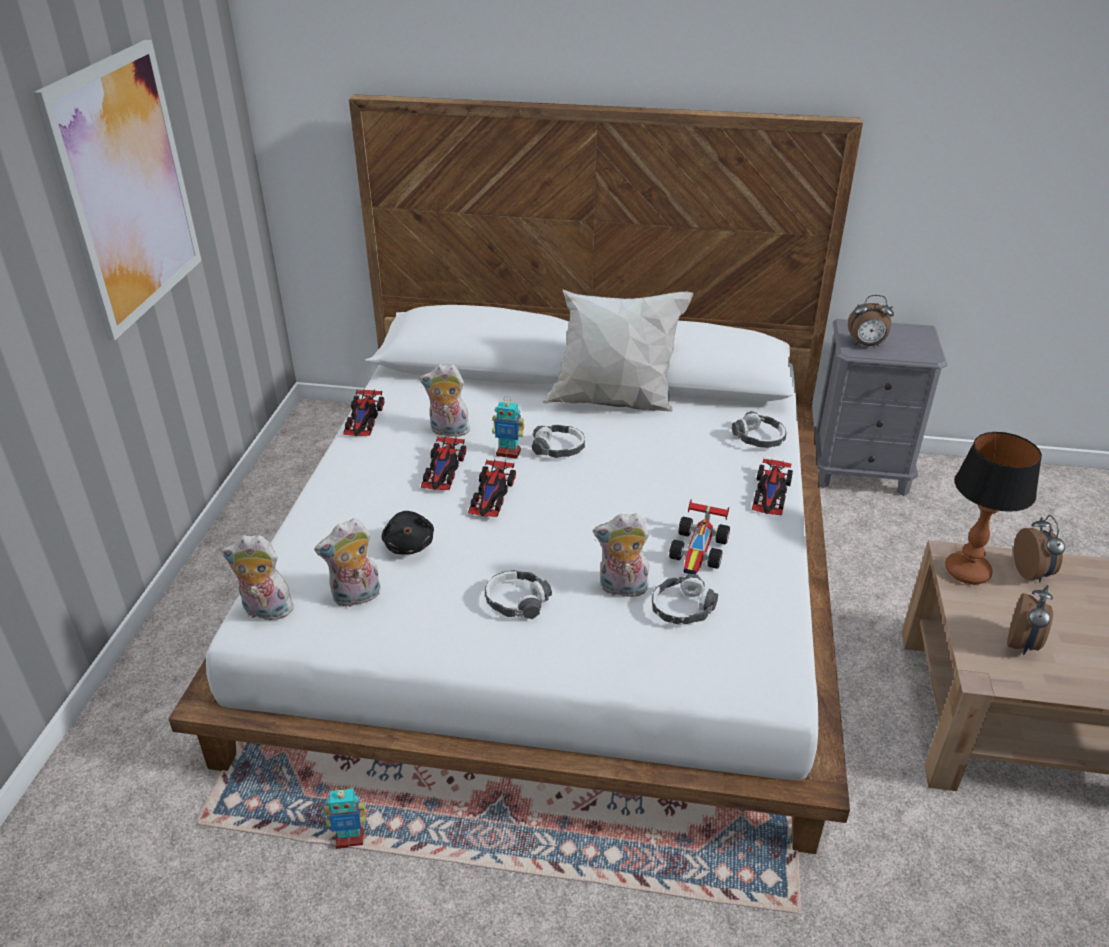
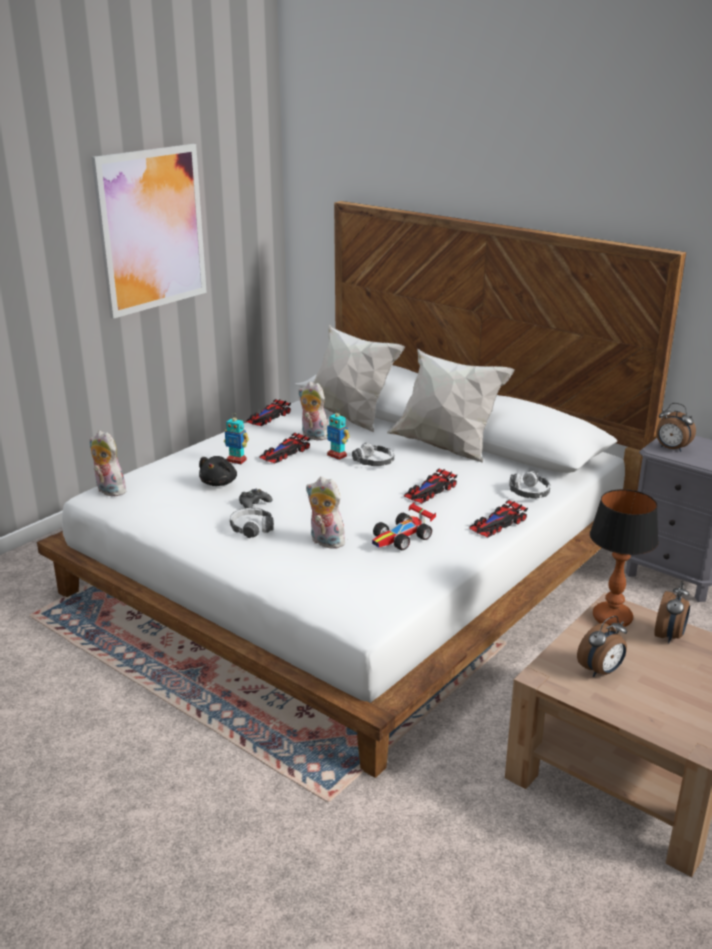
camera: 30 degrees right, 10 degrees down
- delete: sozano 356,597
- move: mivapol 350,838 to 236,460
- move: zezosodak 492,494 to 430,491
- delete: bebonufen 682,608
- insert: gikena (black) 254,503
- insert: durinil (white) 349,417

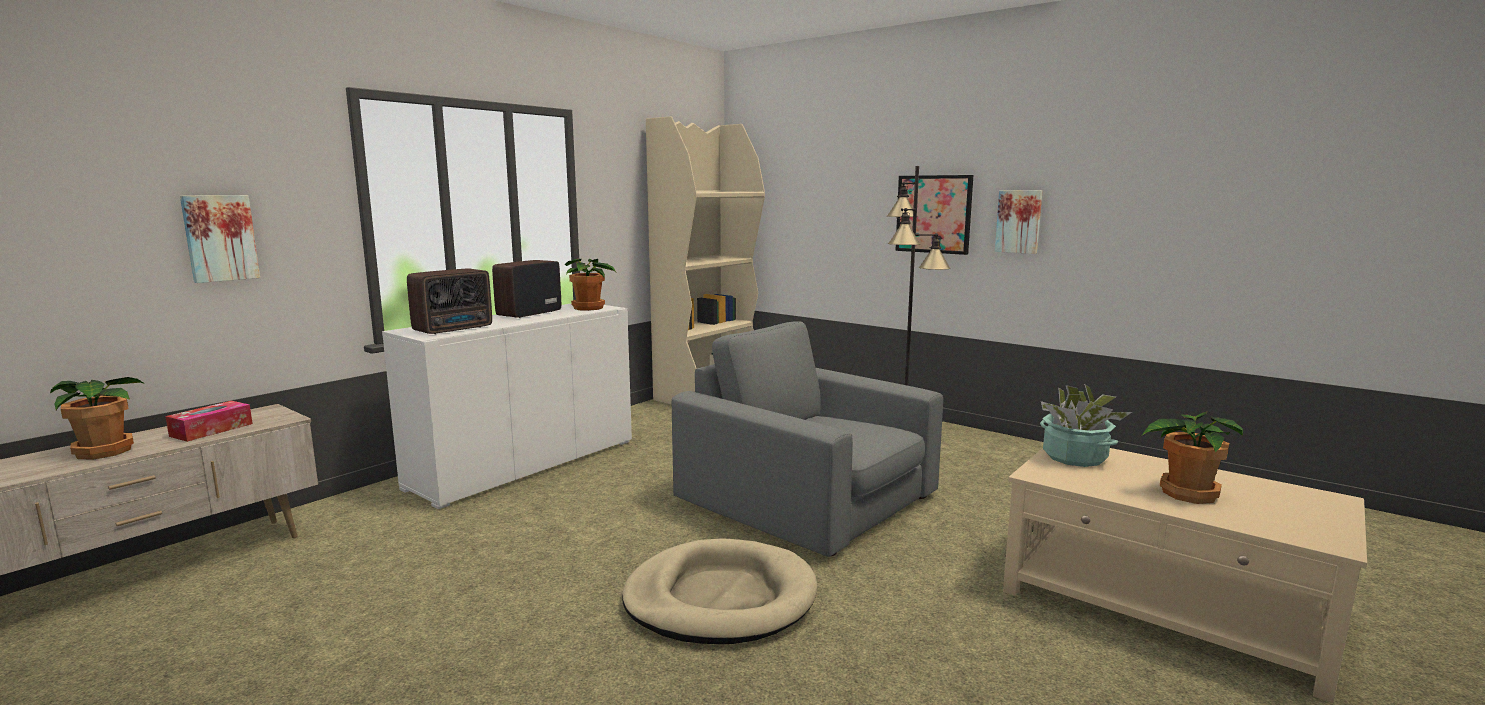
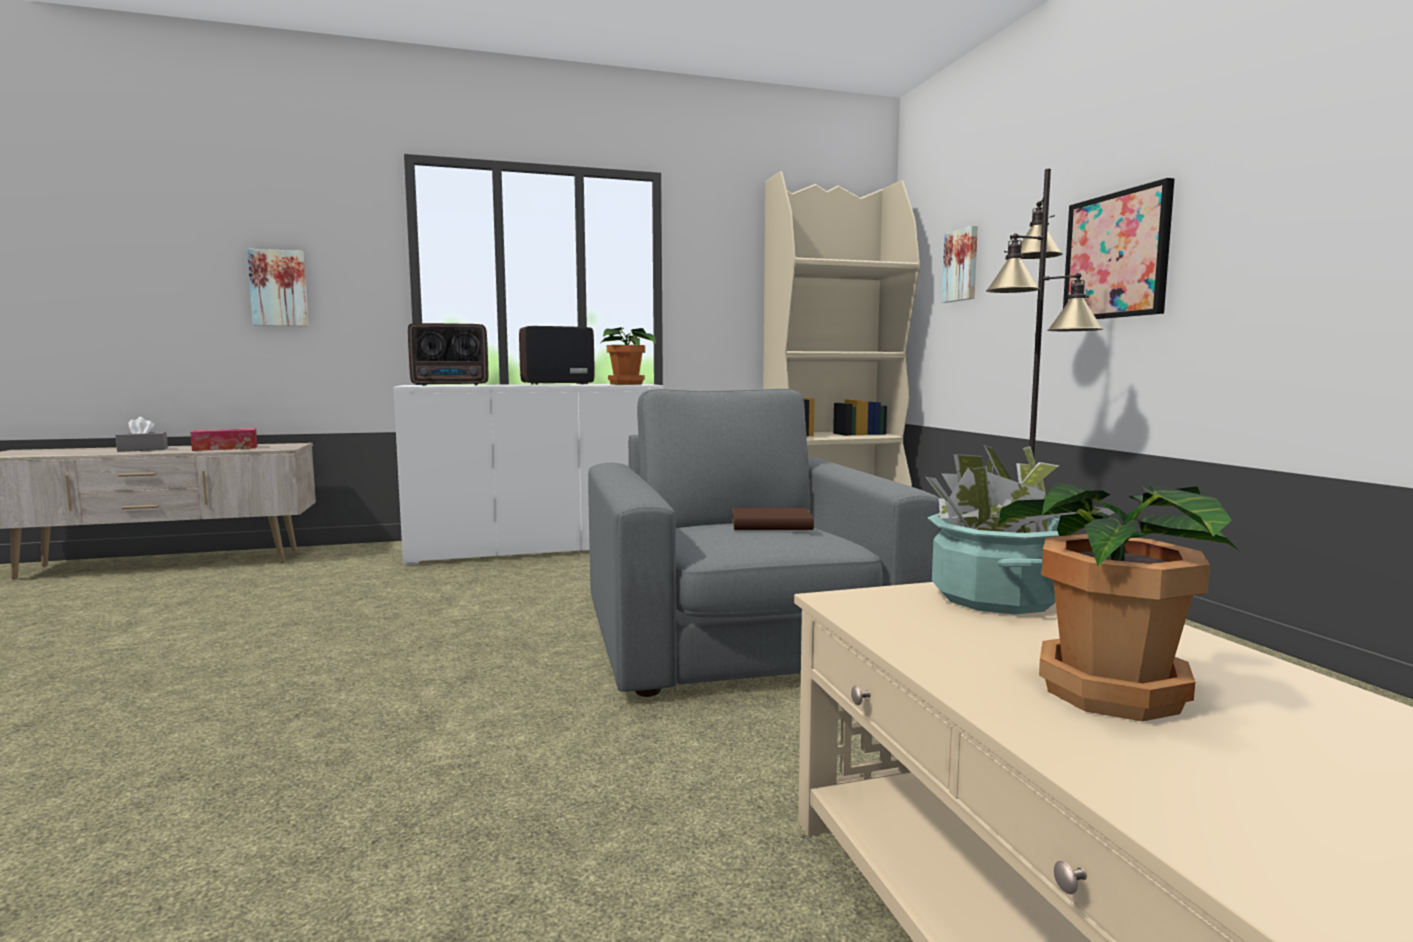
camera: 35 degrees right, 5 degrees down
- replace: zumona 105,451 to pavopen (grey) 143,450
- delete: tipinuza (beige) 720,598
- move: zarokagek 1019,221 to 962,265
- insert: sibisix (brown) 771,525

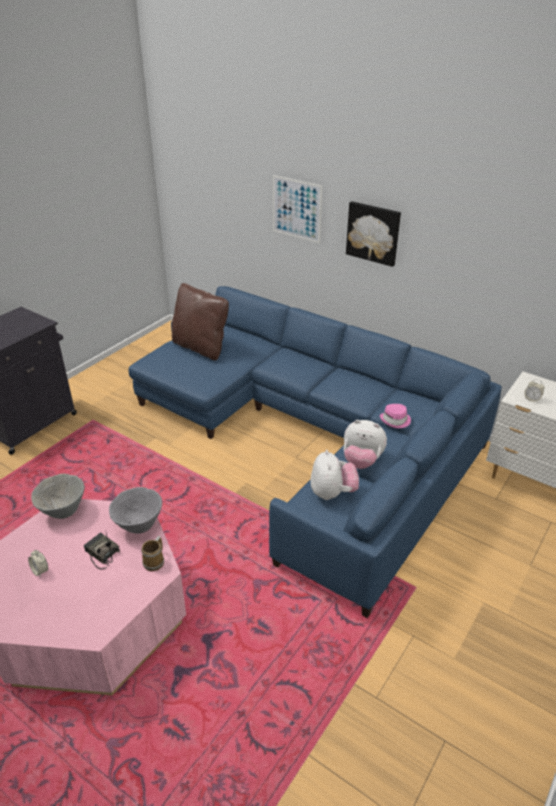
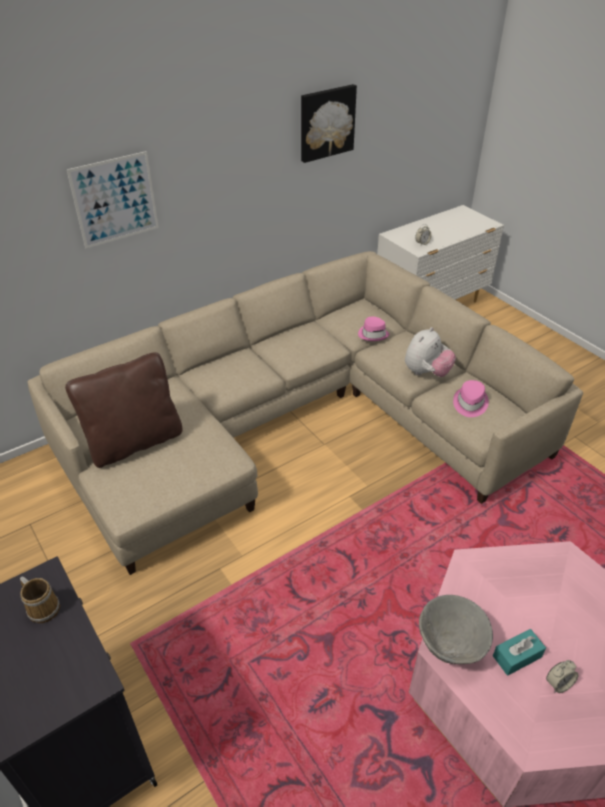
camera: 70 degrees left, 5 degrees up
- delete: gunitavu 101,554
- delete: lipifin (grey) 139,526
- recolor: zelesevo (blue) 312,437 to zelesevo (beige) 297,422
- move: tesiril 155,561 to 43,607
- replace: sozano 332,493 to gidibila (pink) 469,403
- move: zarokagek 373,233 to 326,122
- insert: pavopen (turquoise) 517,656

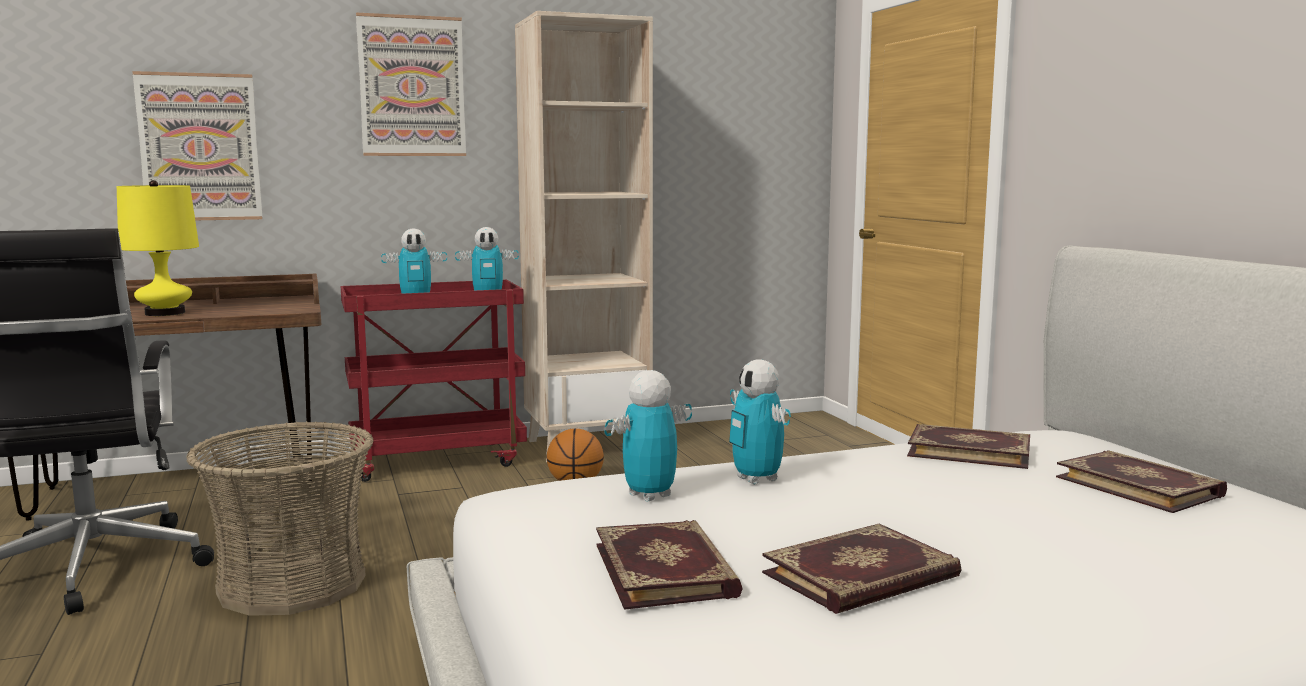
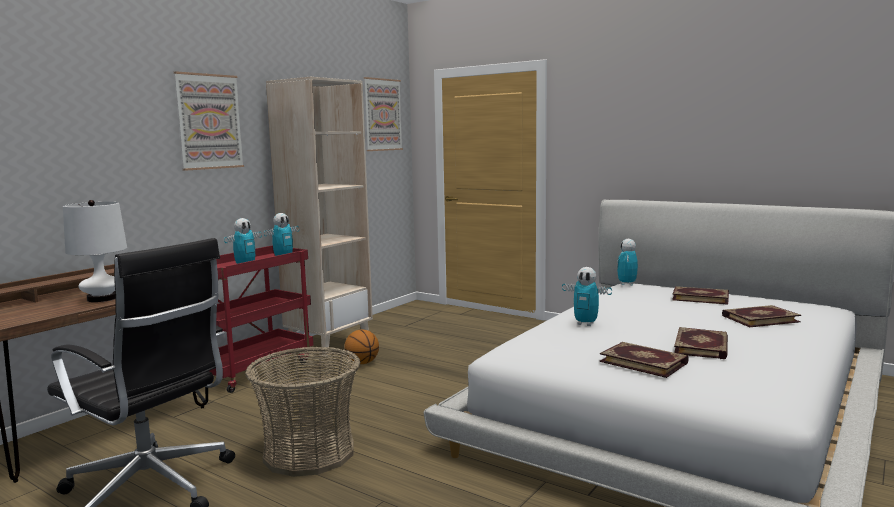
camera: 35 degrees left, 0 degrees up
- recolor: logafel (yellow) 165,313 to logafel (white) 102,298
- move: zarokagek 199,147 to 382,115
- move: mivapol 649,495 to 627,284
- move: sibisix 969,450 to 759,318

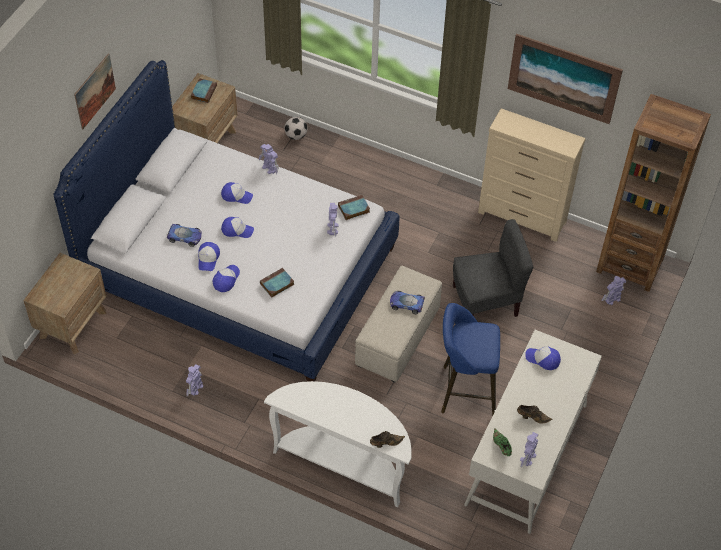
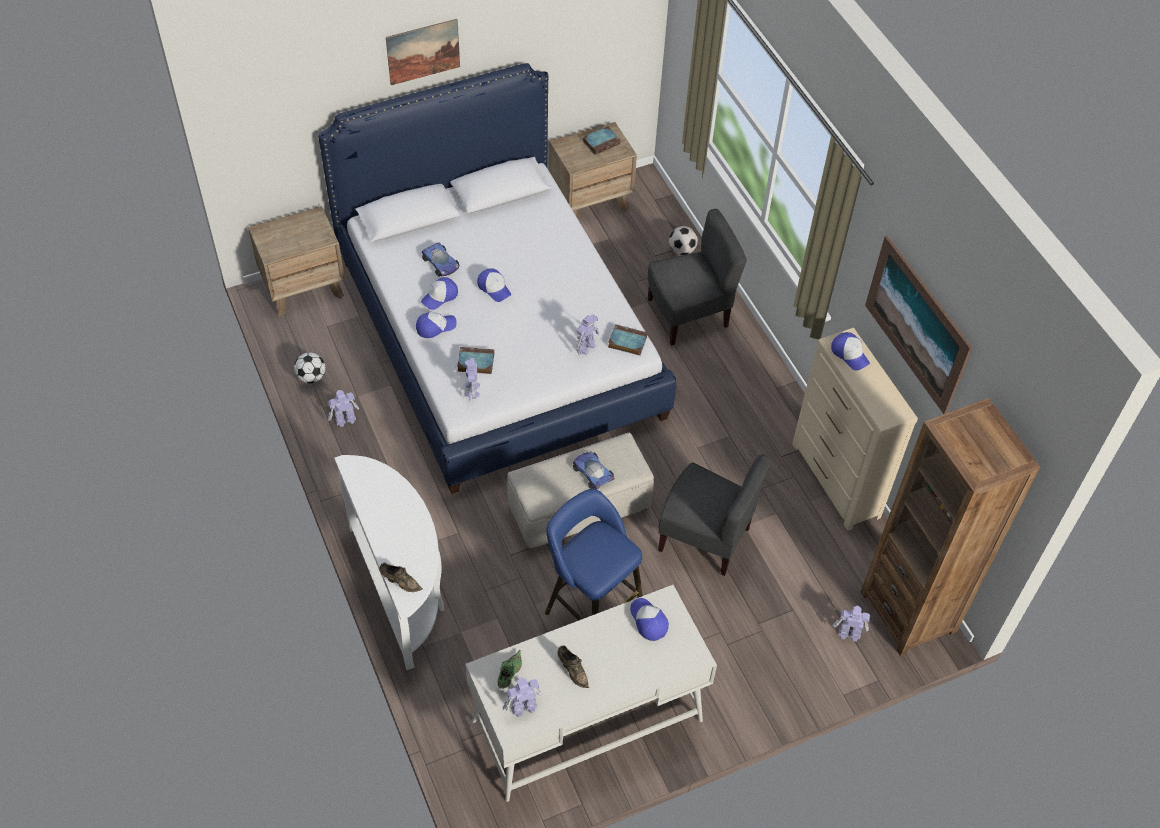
camera: 40 degrees right, 0 degrees up
- move: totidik 236,195 to 849,354
- move: mivapol 269,168 to 472,390
- insert: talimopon 311,377
- insert: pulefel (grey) 688,314

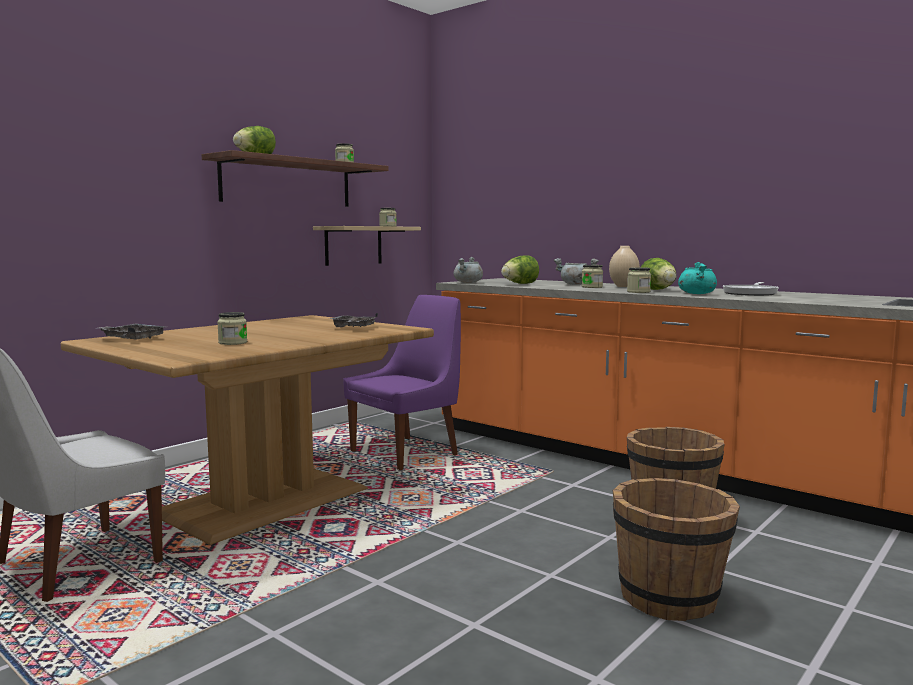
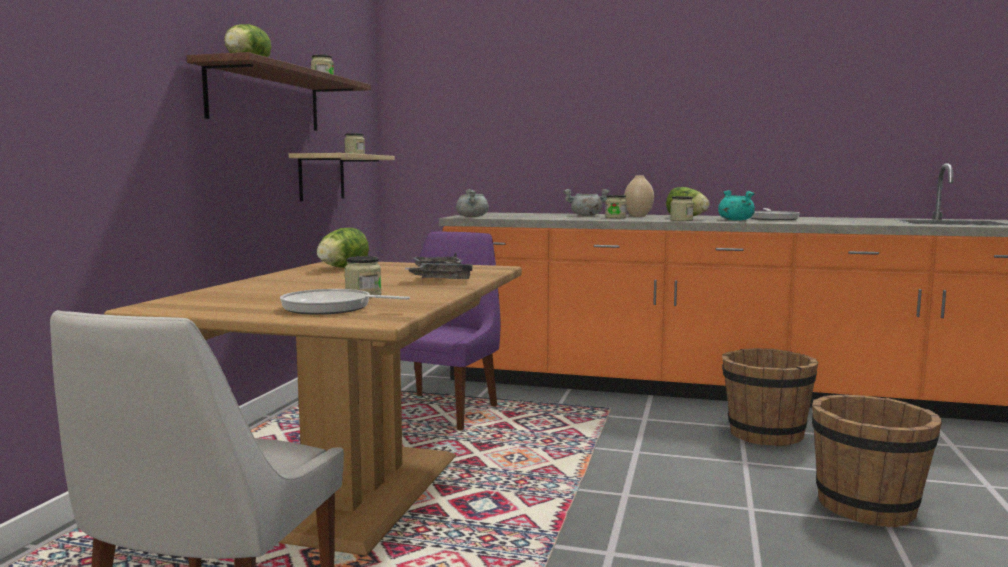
camera: 25 degrees left, 0 degrees up
- move: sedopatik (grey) 132,339 to 442,280
- move: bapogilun 519,284 to 342,268
- insert: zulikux 331,308

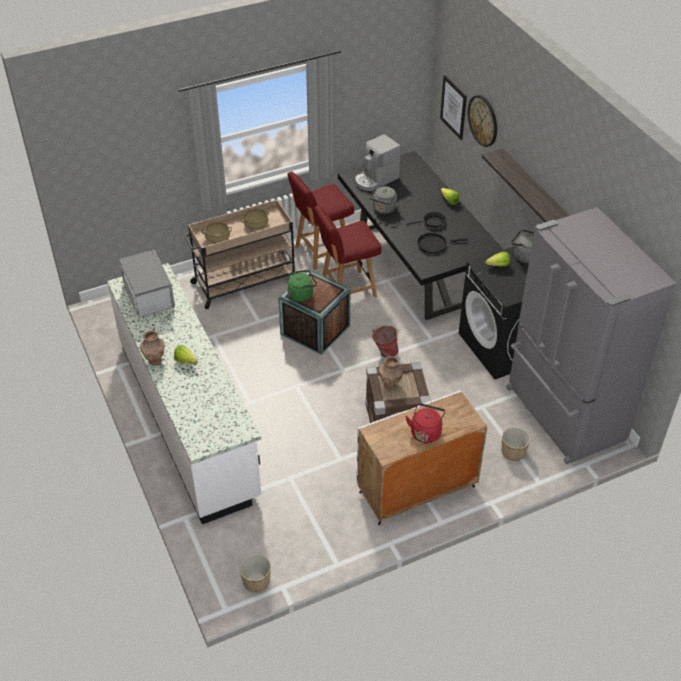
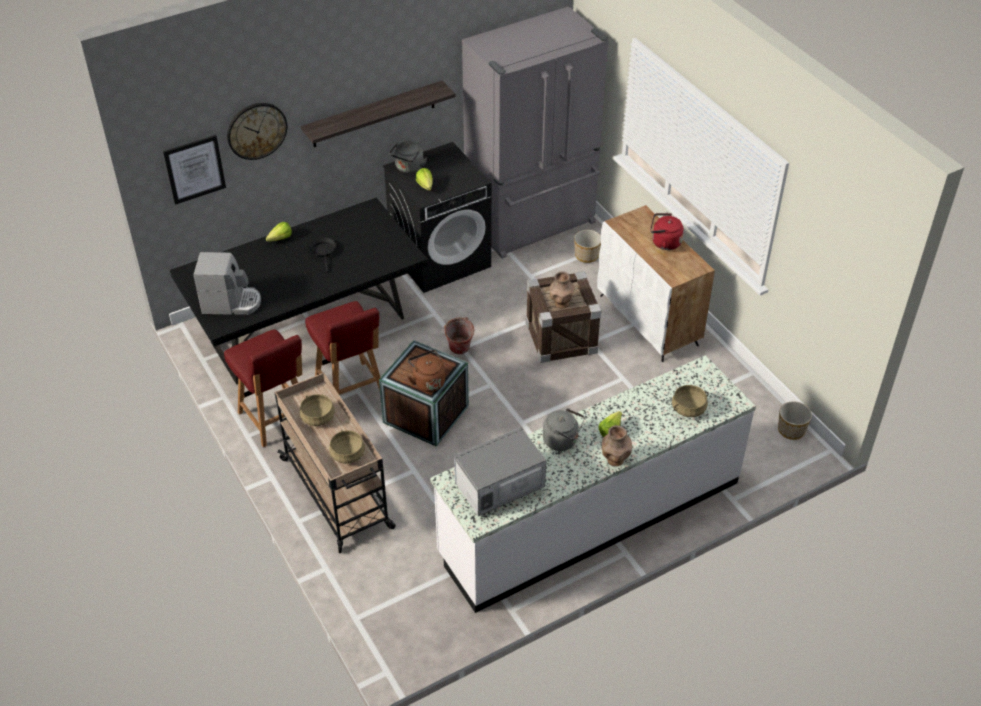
camera: 95 degrees left, 0 degrees up
- recolor: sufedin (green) 302,294 to sufedin (brown) 427,381
- rotate: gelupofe 376,179 = 231,303 45 degrees counterclockwise
- move: sufedin (grey) 384,209 to 562,441
- delete: zulikux (black) 434,244
- insert: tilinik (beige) 688,409

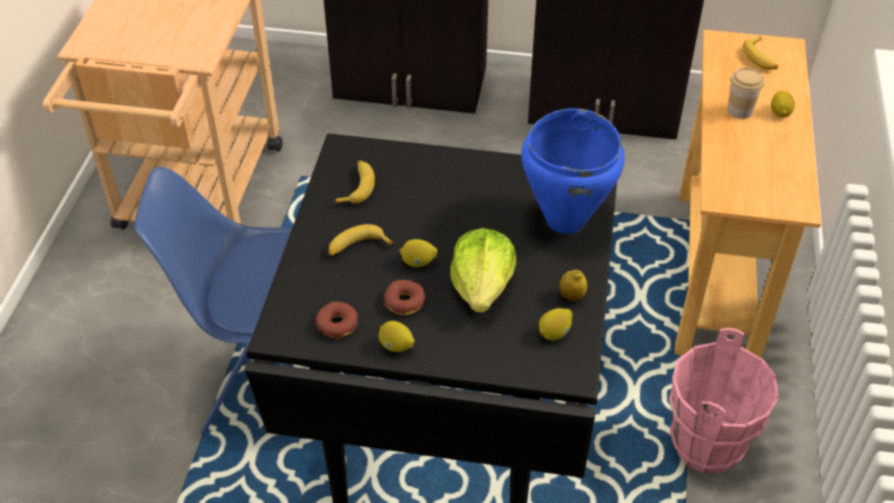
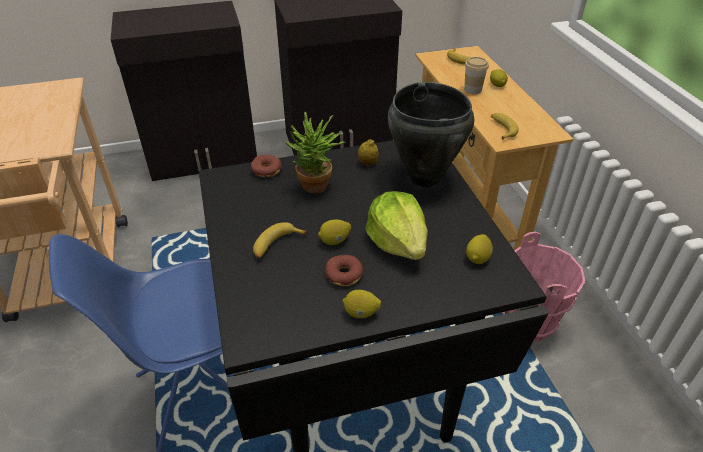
camera: 25 degrees left, 5 degrees down
- move: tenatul 337,324 to 266,170
- move: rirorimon 356,187 to 501,129
- recolor: tilinik (blue) 564,220 to tilinik (black) 423,178
- move: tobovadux 571,296 to 367,163
- insert: zumona 316,189

